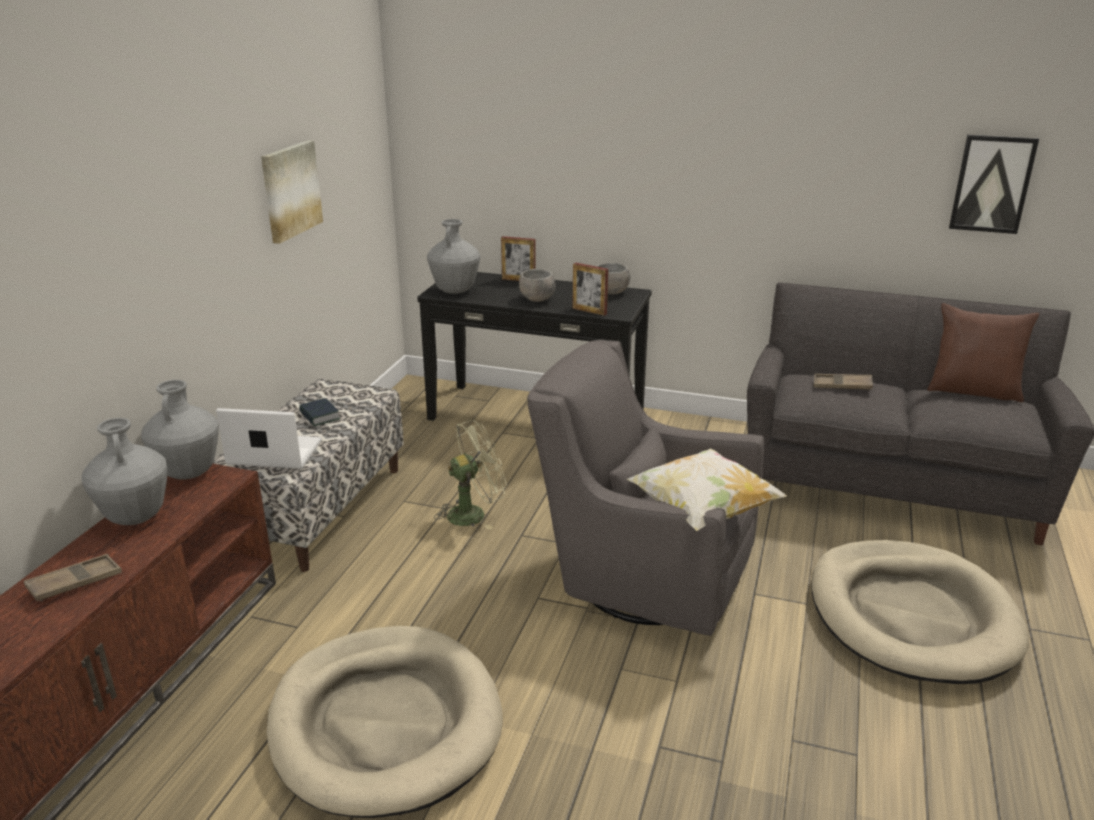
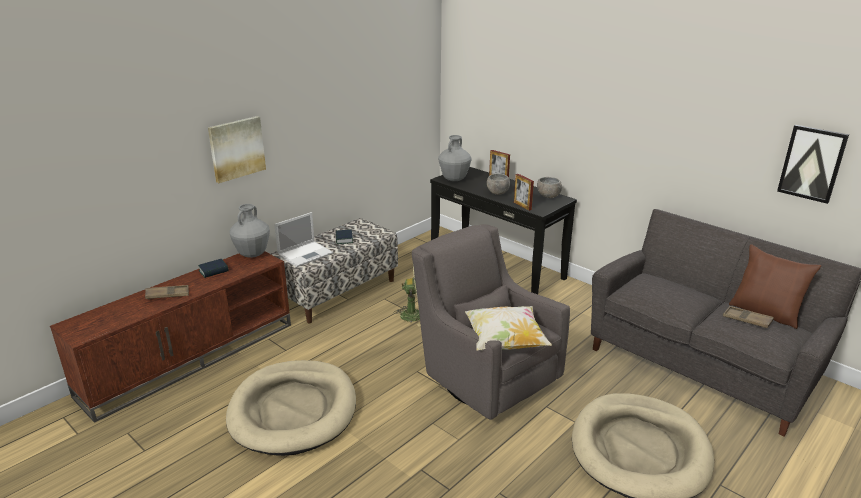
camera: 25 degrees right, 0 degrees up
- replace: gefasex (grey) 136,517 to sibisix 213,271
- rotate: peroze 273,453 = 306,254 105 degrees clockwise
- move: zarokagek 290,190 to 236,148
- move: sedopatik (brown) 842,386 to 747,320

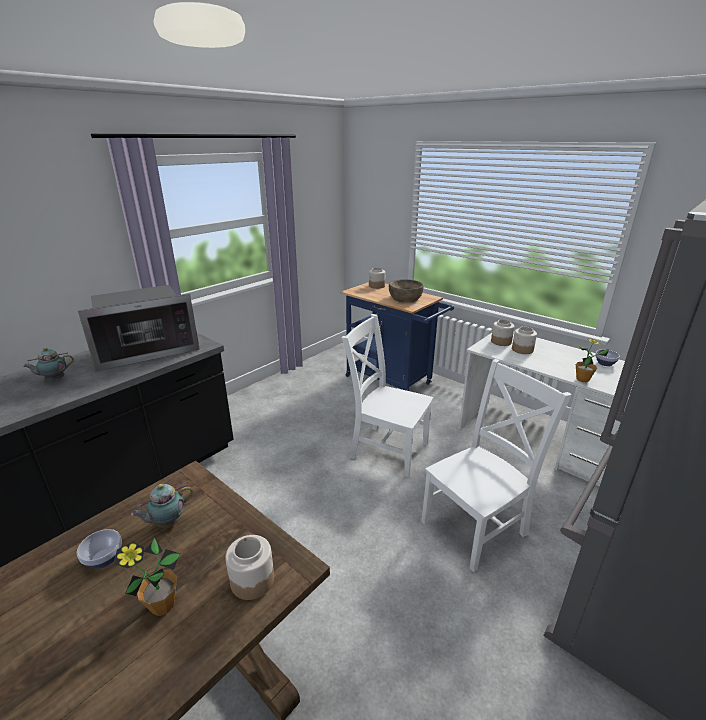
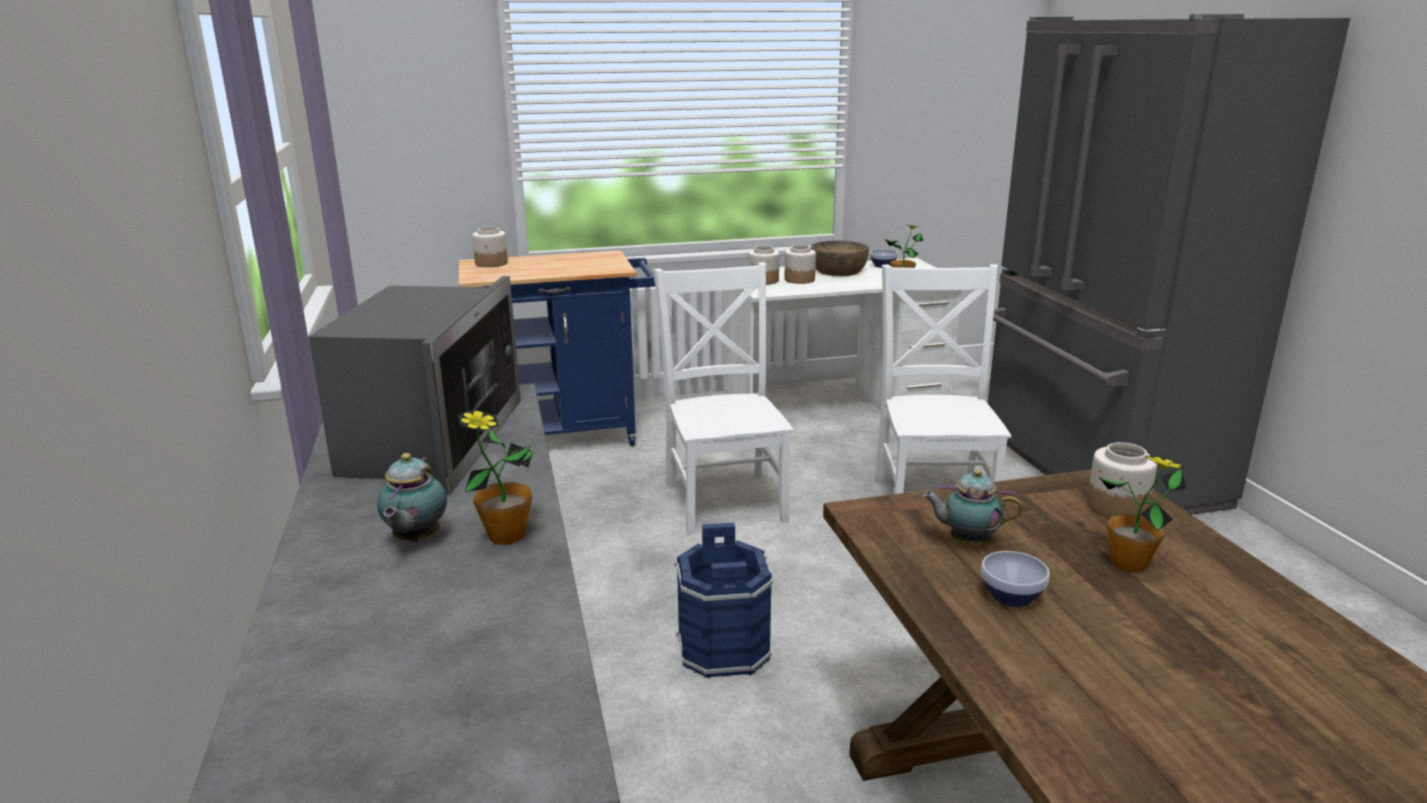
camera: 55 degrees left, 5 degrees down
- rotate: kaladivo 167,523 = 966,542 105 degrees clockwise
- rotate: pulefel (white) 386,449 = 724,499 105 degrees clockwise
- move: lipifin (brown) 405,298 to 838,271
- insert: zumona 506,536
- insert: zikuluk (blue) 723,649

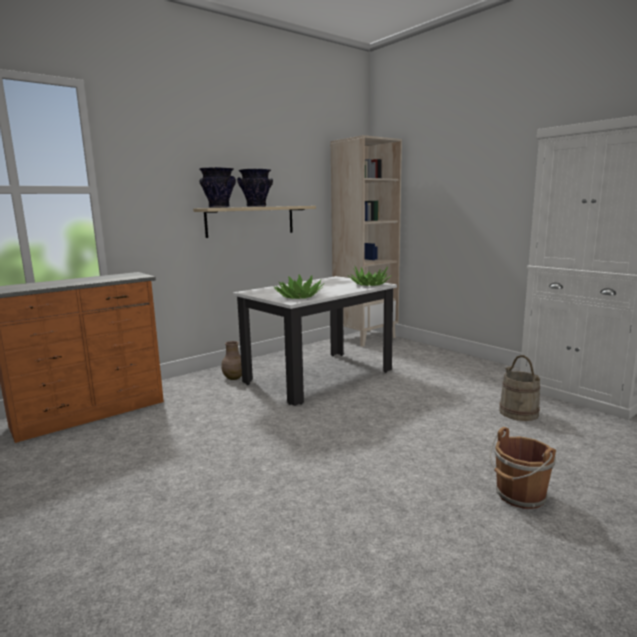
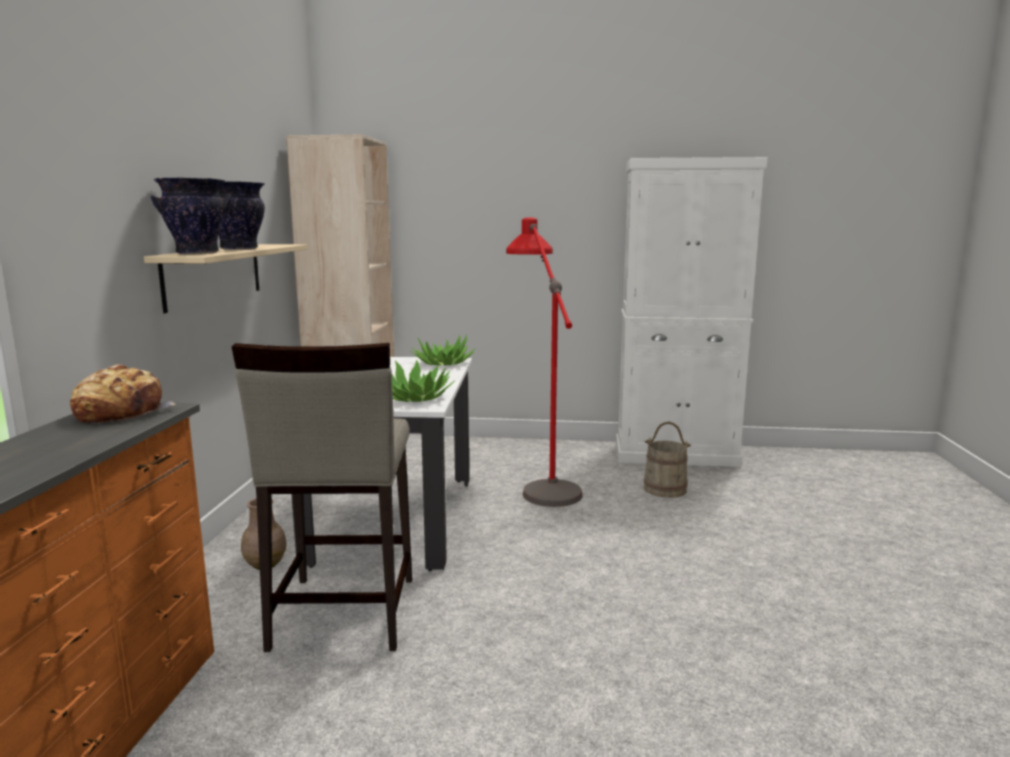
camera: 45 degrees left, 0 degrees up
- delete: zikuluk (brown) 519,496
- insert: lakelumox 121,412
- insert: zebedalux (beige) 342,613
- insert: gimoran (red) 541,479

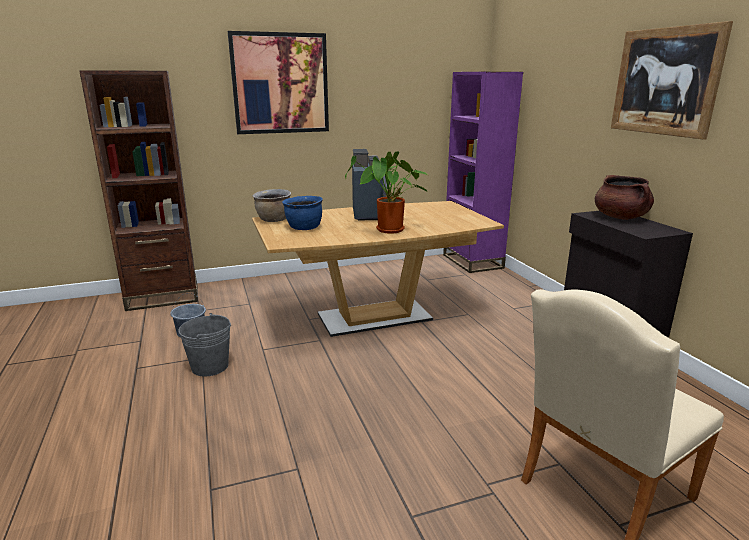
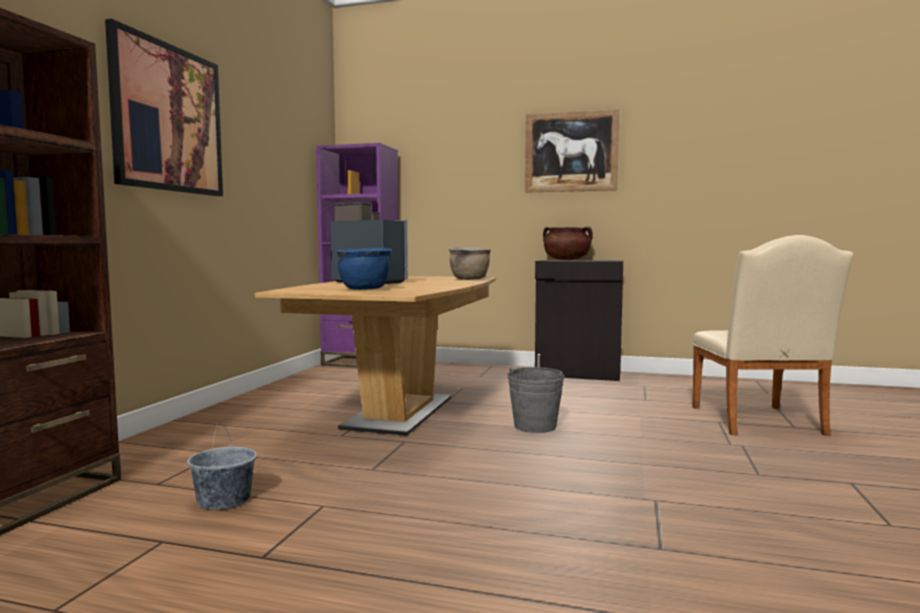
camera: 55 degrees left, 15 degrees down
- move: zikuluk (grey) 210,366 to 535,426
- move: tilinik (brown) 274,220 to 470,279
- delete: zumona 389,231

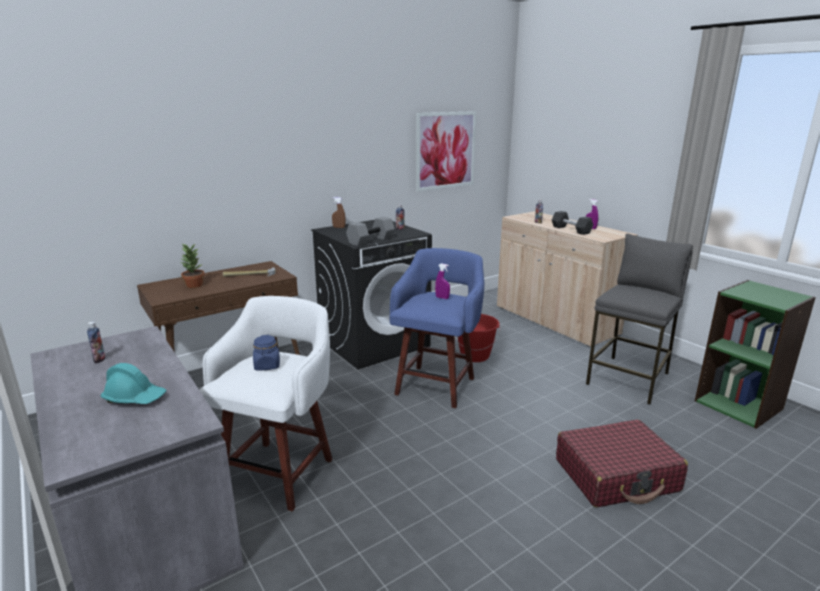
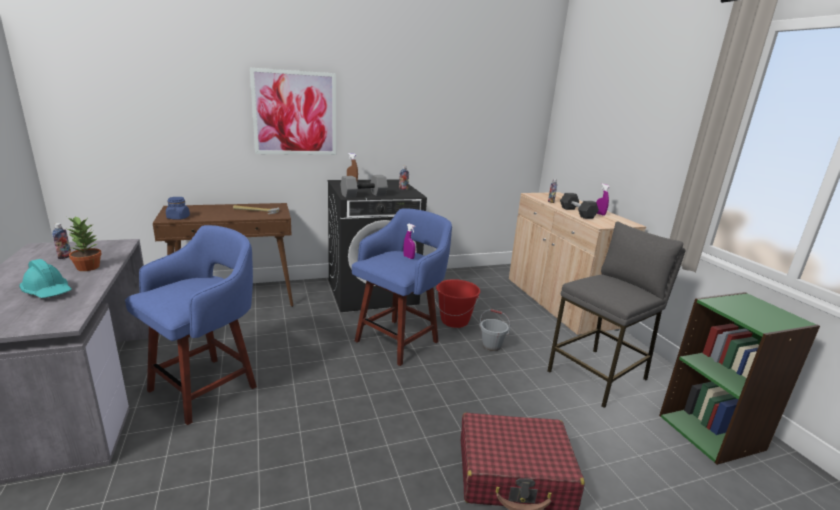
camera: 15 degrees right, 0 degrees up
- move: zumona 194,285 to 87,267
- recolor: zebedalux (white) 280,471 to zebedalux (blue) 206,387
- move: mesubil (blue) 267,365 to 178,218
- move: zarokagek 445,150 to 295,113
- insert: zikuluk (grey) 491,346

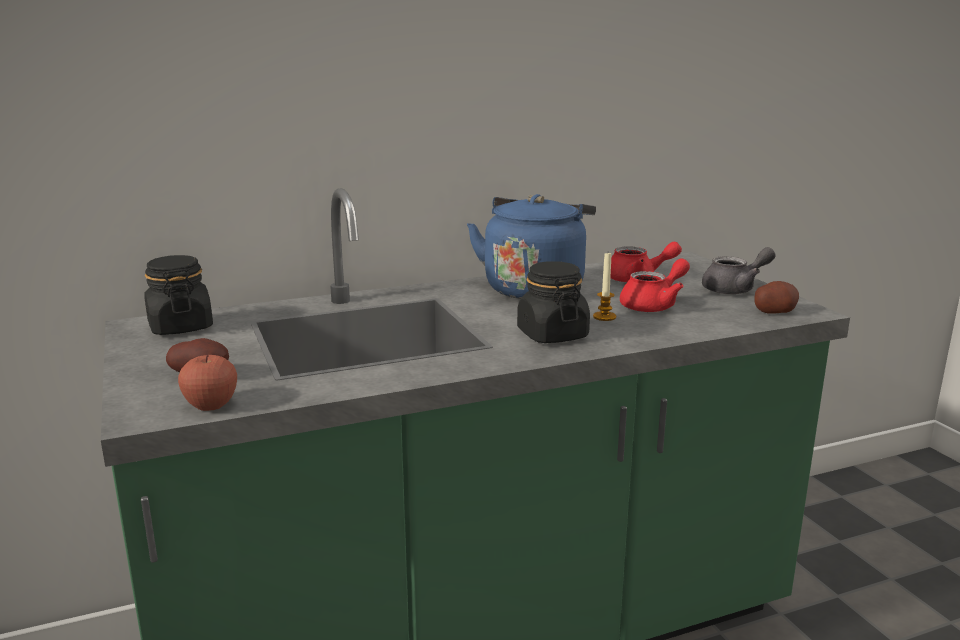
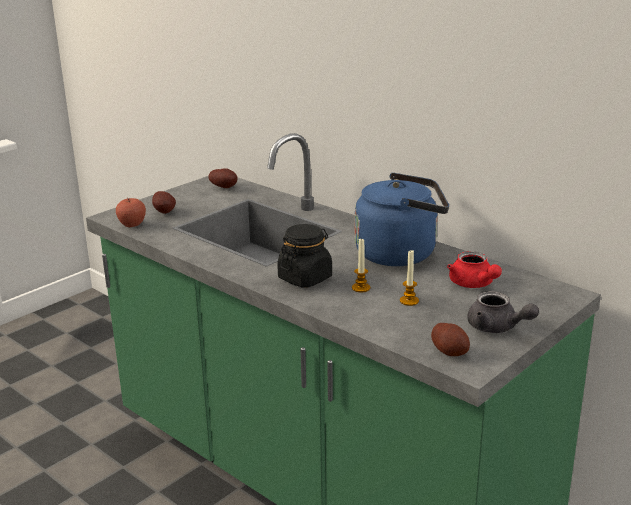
camera: 65 degrees right, 5 degrees up
- replace: mesubil (black) 180,327 to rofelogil 225,187
- replace: kaladivo (red) 654,305 to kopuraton 409,301

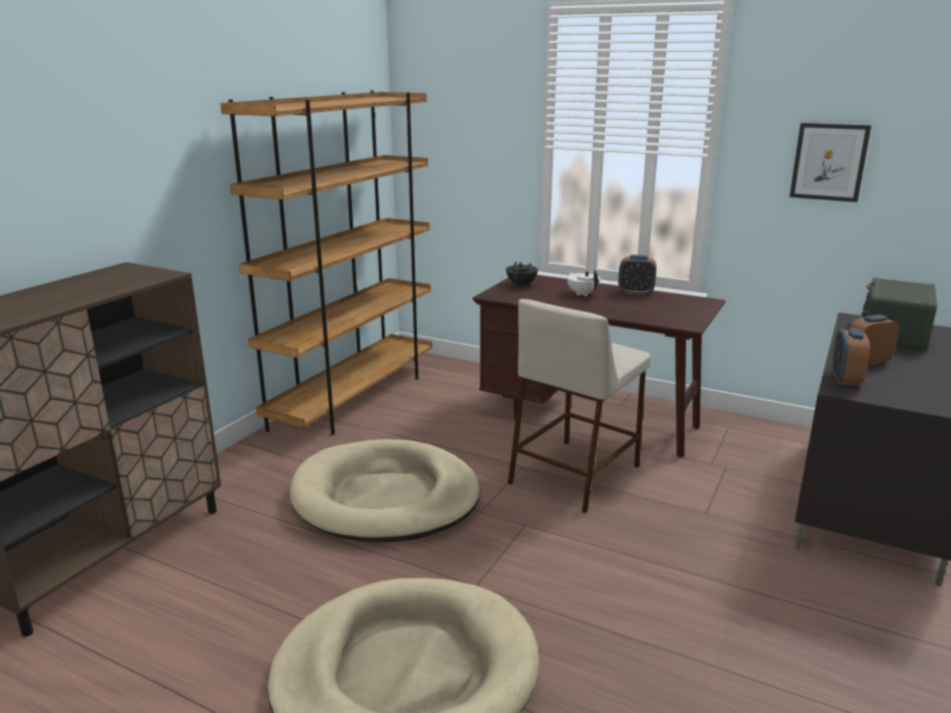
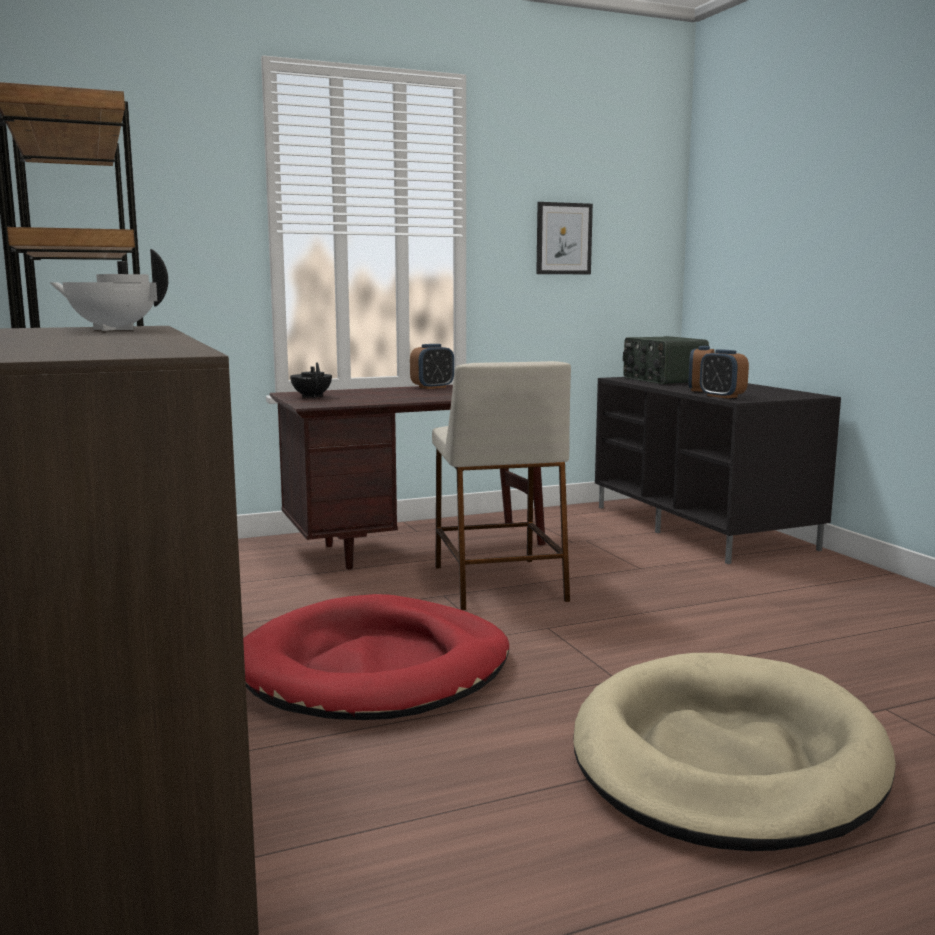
camera: 50 degrees left, 10 degrees down
- recolor: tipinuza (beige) 386,497 to tipinuza (red) 376,668
- move: kaladivo (white) 582,294 to 113,329

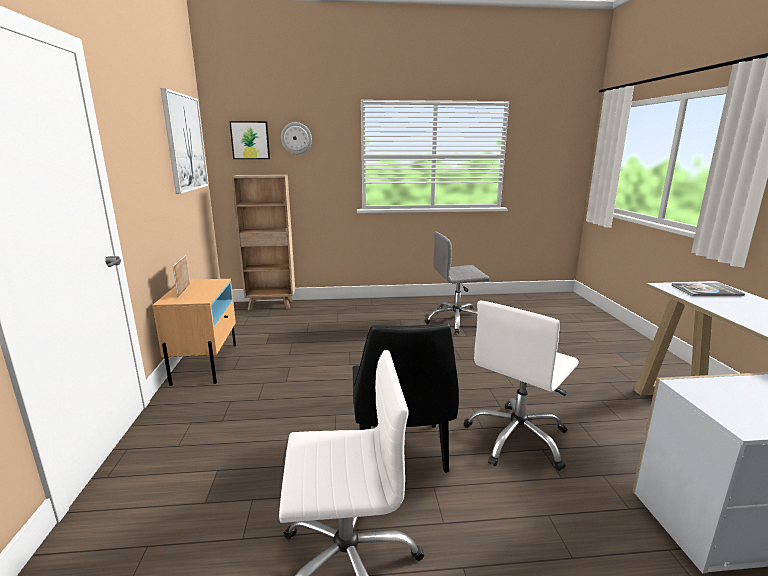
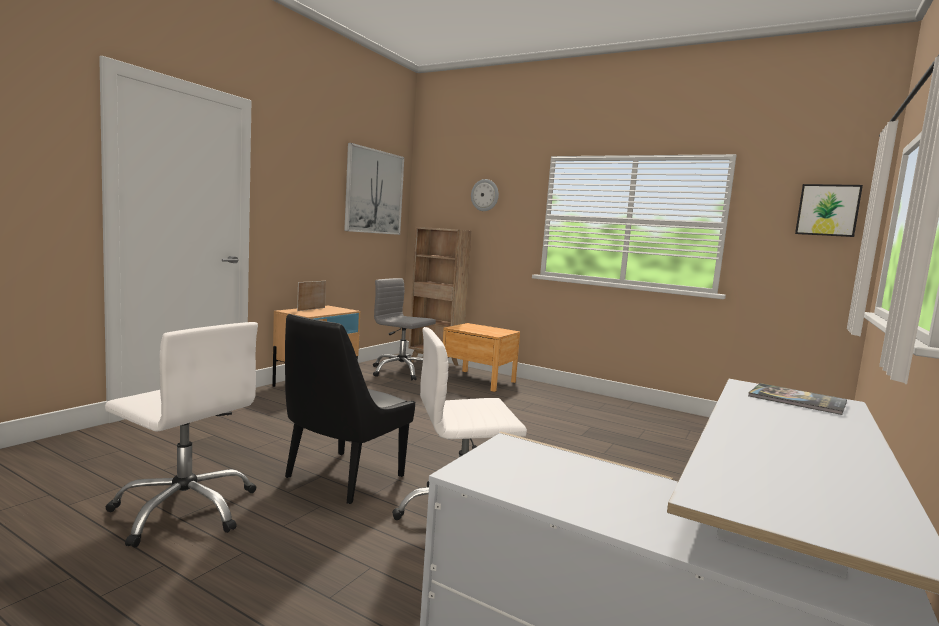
camera: 35 degrees right, 10 degrees down
- move: zarokagek 250,140 to 827,210
- move: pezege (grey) 456,321 to 401,372
- insert: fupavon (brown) 478,380

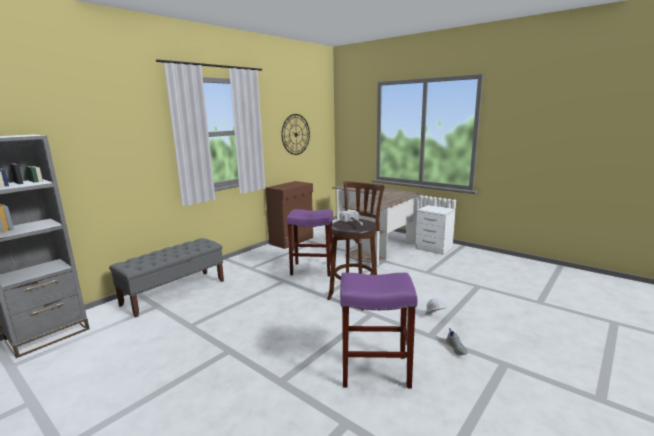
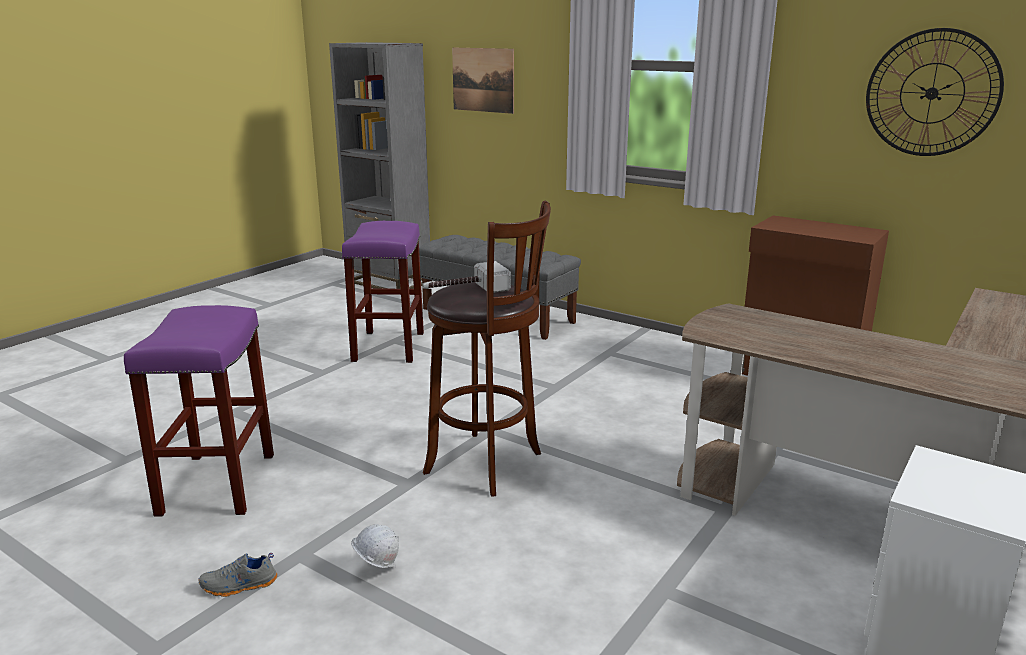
camera: 85 degrees right, 5 degrees up
- move: zebedalux (purple) 311,269 to 388,346
- insert: zarokagek 483,80

